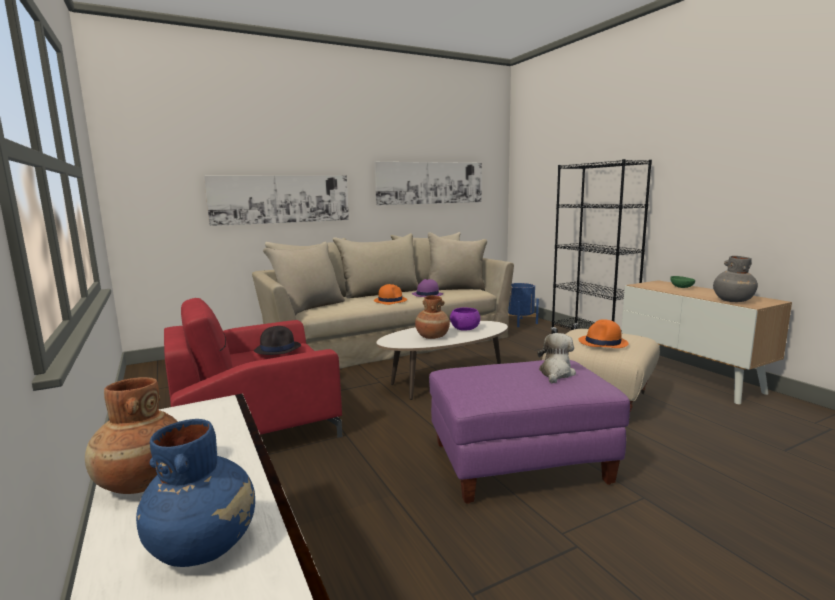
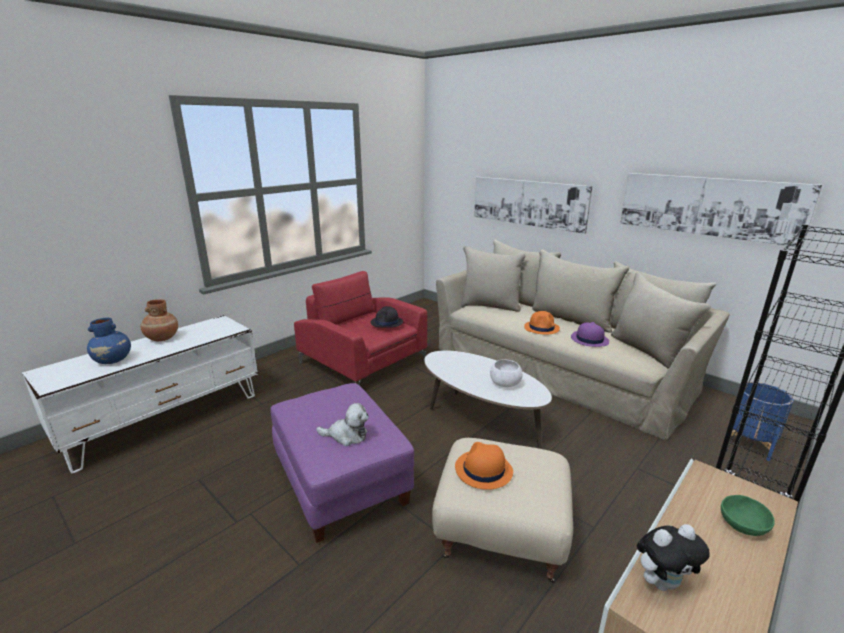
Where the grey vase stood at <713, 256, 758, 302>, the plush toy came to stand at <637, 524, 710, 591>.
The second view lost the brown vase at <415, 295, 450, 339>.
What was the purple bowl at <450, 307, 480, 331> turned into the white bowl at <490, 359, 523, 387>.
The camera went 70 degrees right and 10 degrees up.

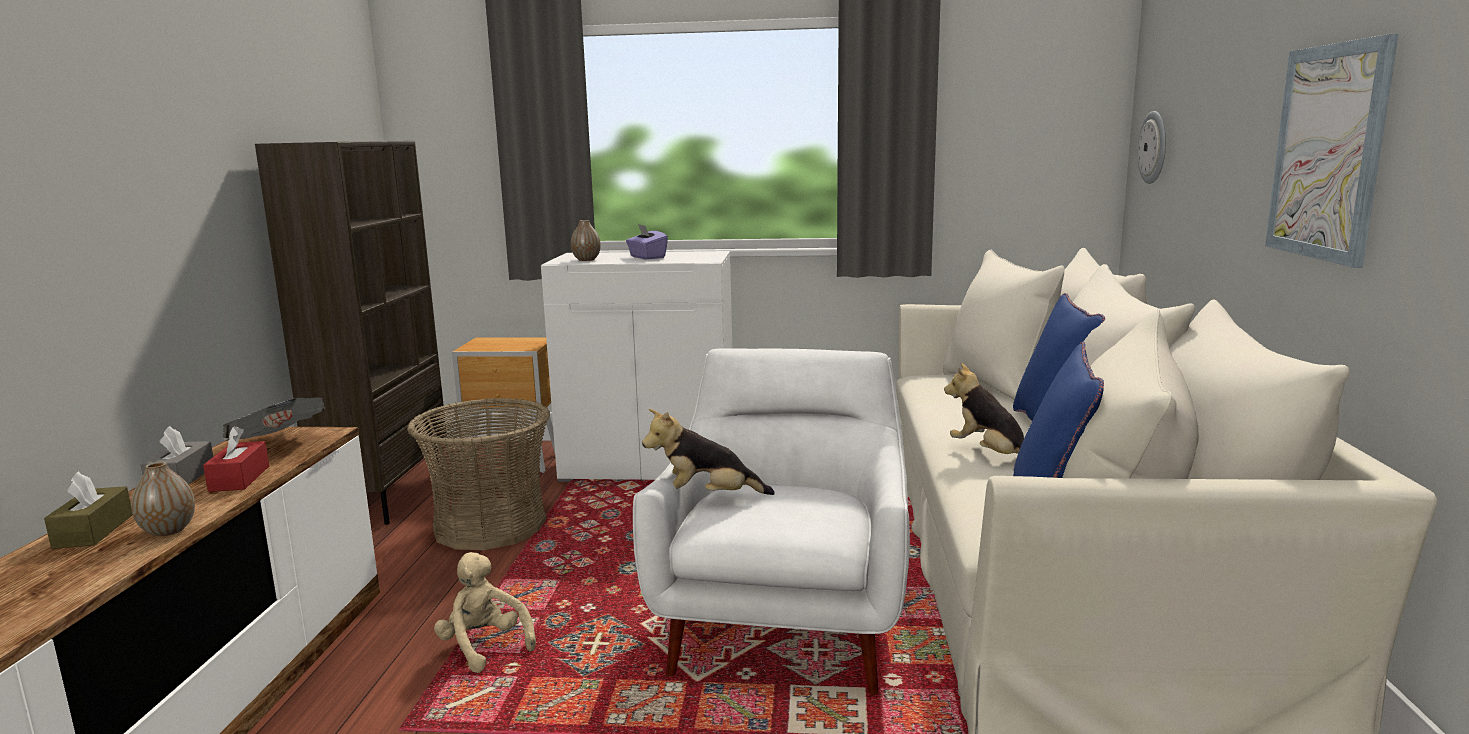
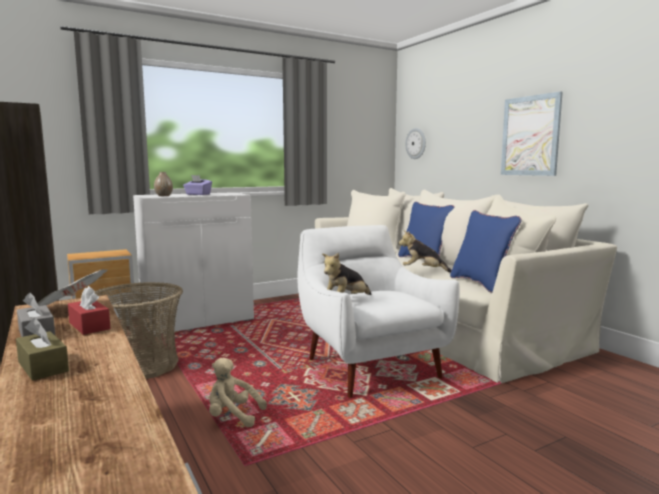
The second view lost the vase at <131, 462, 195, 536>.
The camera went 35 degrees left and 5 degrees down.

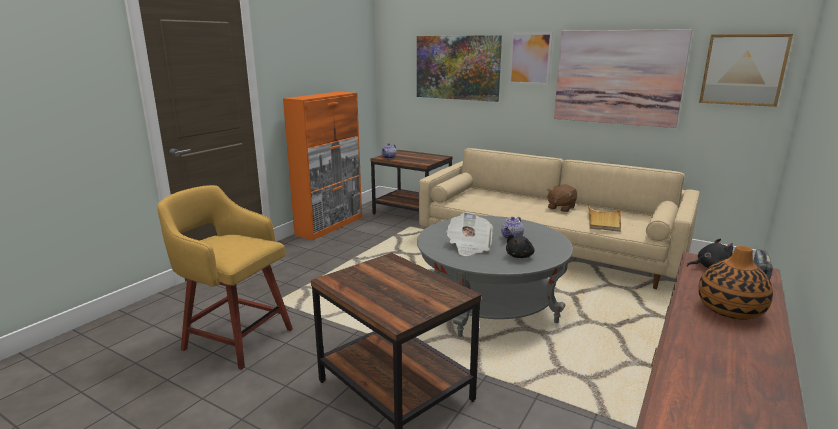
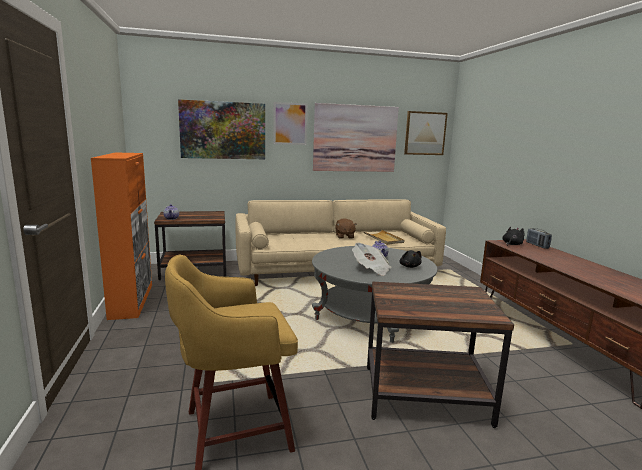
The second view lost the vase at <698, 246, 773, 320>.
The camera went 45 degrees left and 5 degrees down.

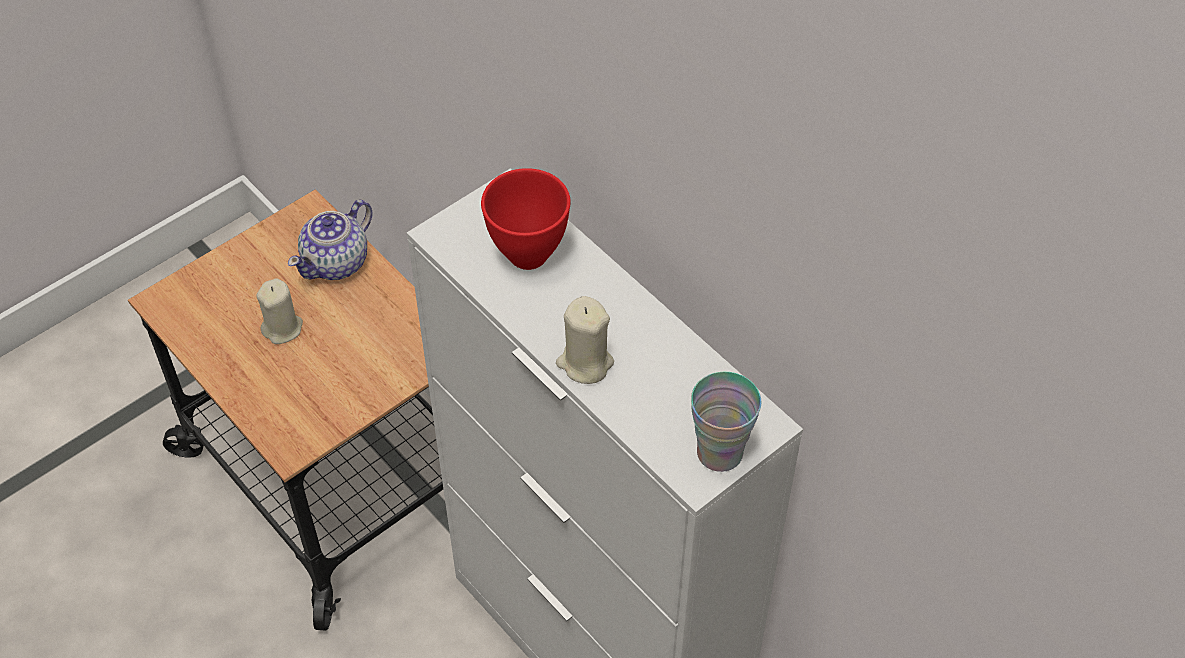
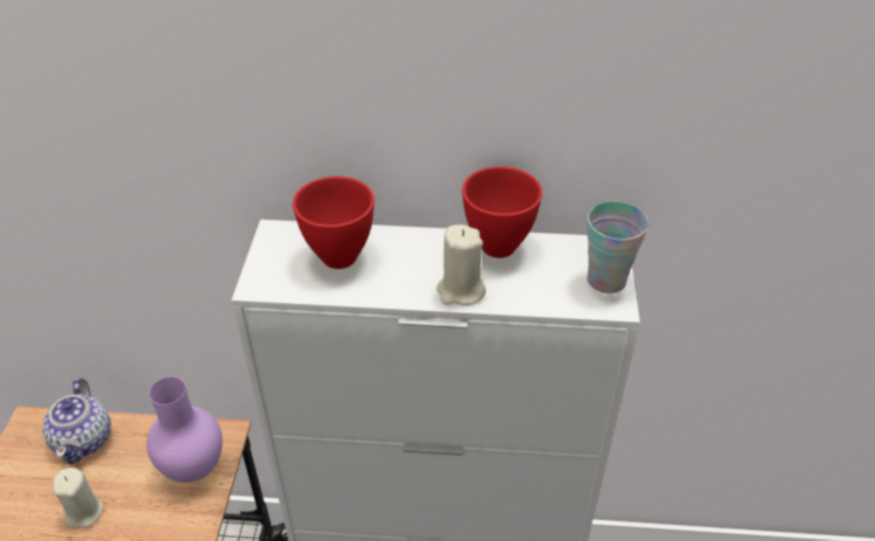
The second view gained the red bowl at <462, 166, 543, 258>.
The second view gained the purple vase at <147, 377, 223, 483>.
The camera went 45 degrees left and 10 degrees down.

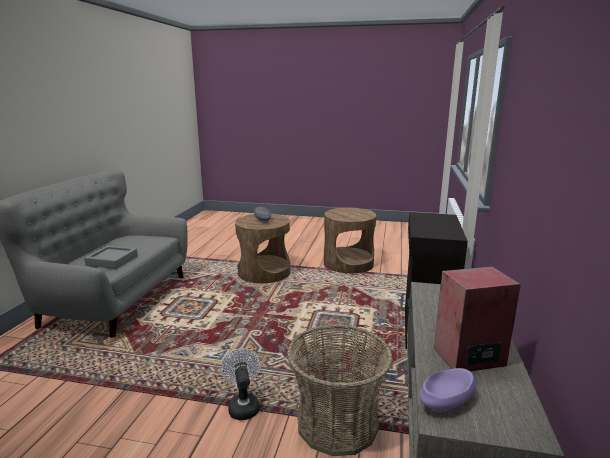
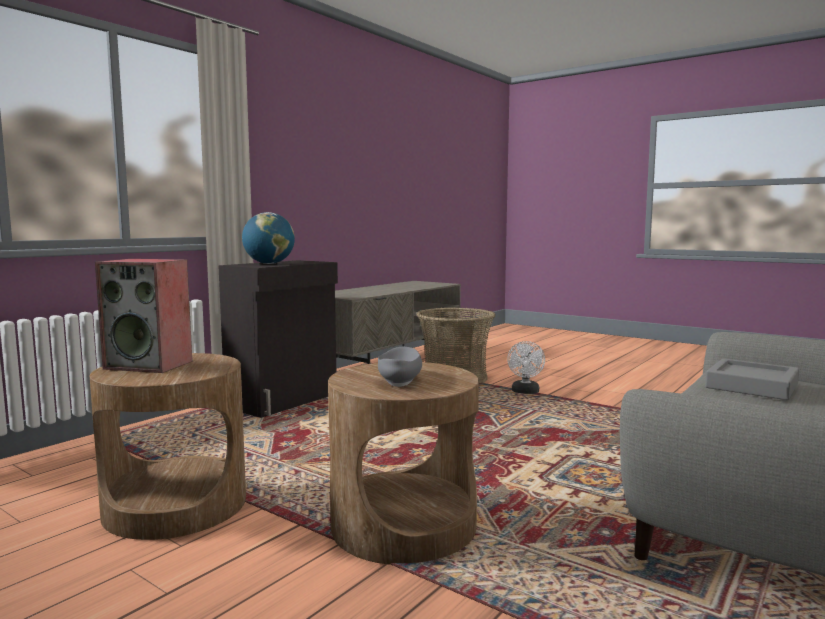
The speaker ended up elsewhere, having gone from <434, 266, 521, 371> to <95, 259, 192, 373>.
The second view lost the purple bowl at <419, 368, 476, 412>.
The second view gained the globe at <242, 212, 295, 264>.
The camera went 155 degrees left and 10 degrees down.

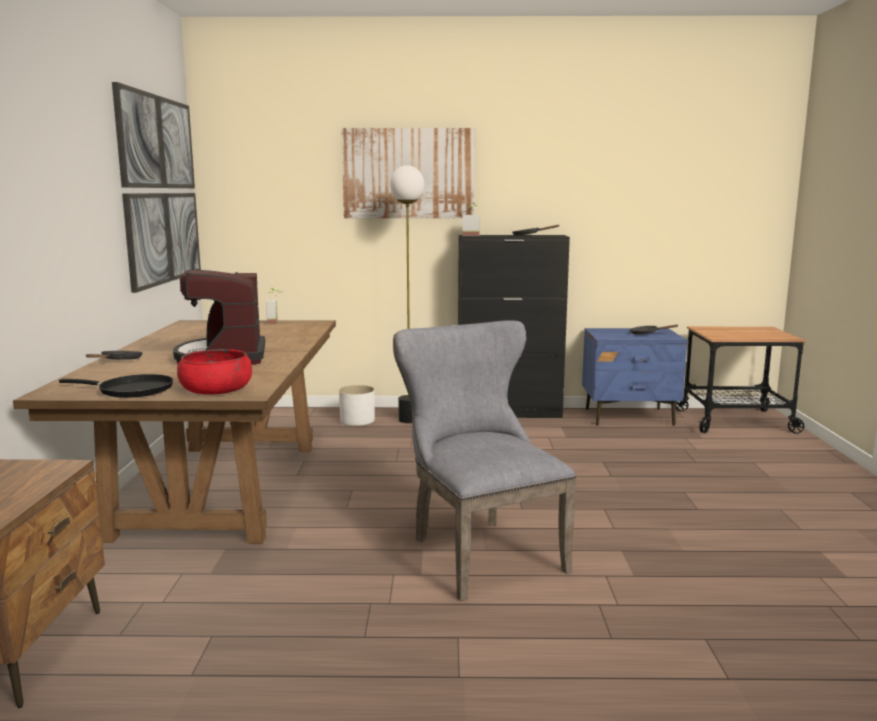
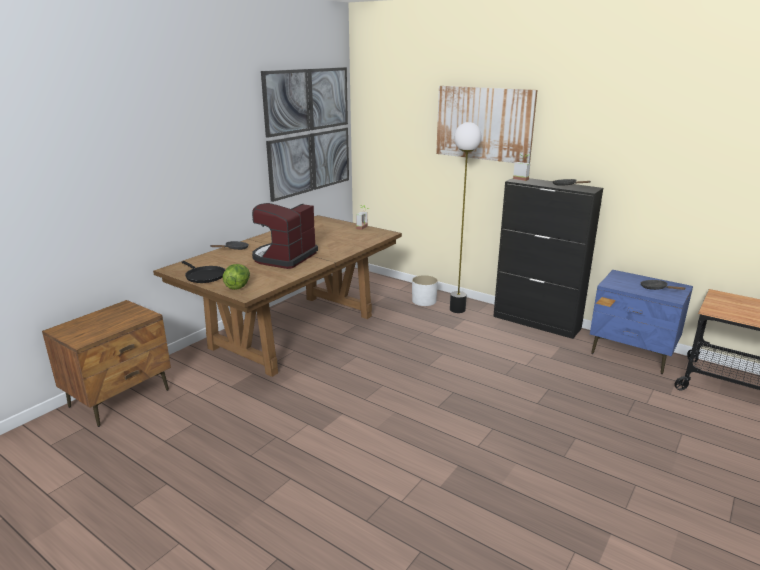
The second view lost the grey chair at <393, 320, 576, 601>.
Where the red bowl stood at <177, 349, 252, 395>, the lettuce came to stand at <223, 264, 250, 290>.
The camera went 35 degrees right and 10 degrees up.

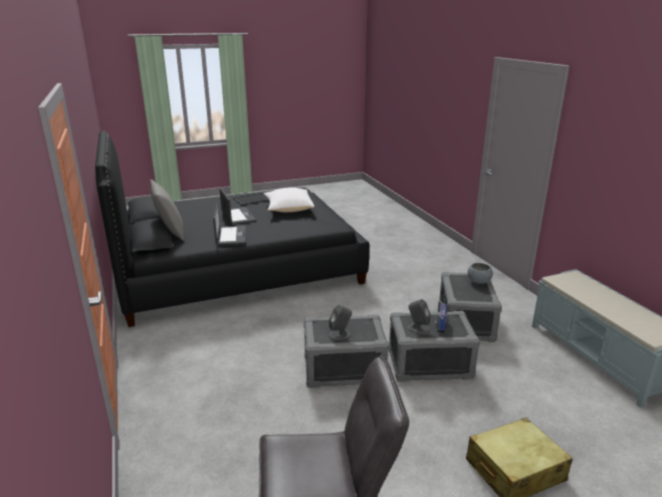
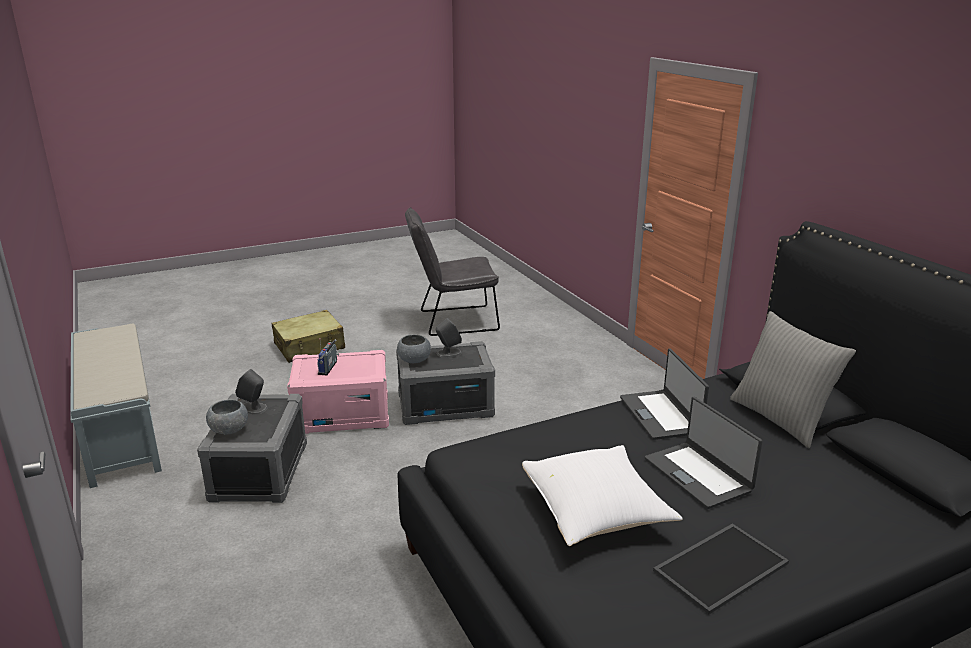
The grey speaker ended up elsewhere, having gone from <408, 299, 431, 334> to <235, 369, 268, 414>.
What was the grey storage box at <389, 311, 480, 382> turned into the pink storage box at <287, 350, 389, 434>.
The second view gained the grey bowl at <397, 334, 431, 363>.
The camera went 175 degrees right and 0 degrees up.

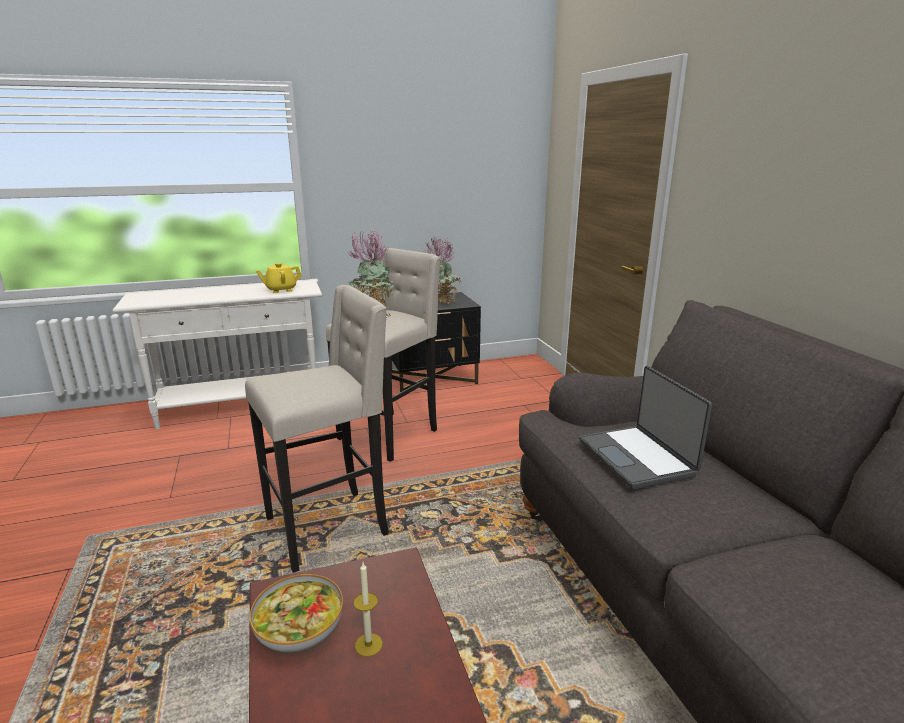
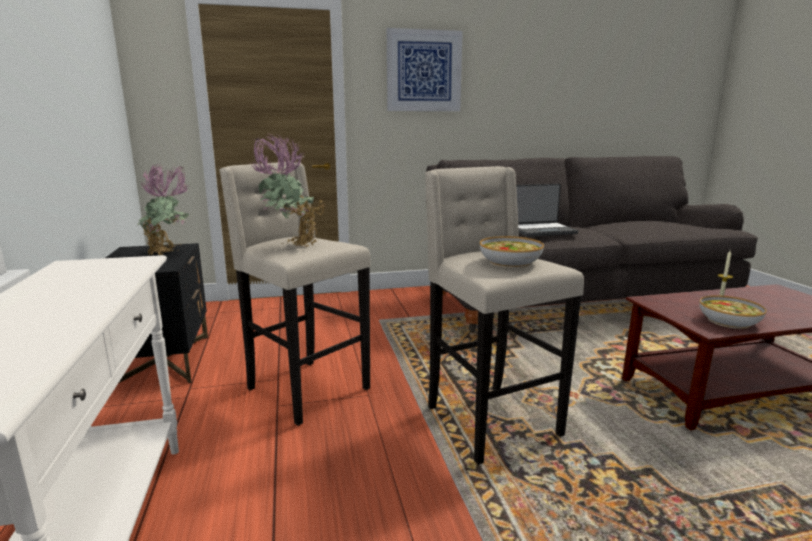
The second view lost the yellow teapot at <256, 263, 302, 293>.
The second view gained the picture at <387, 28, 463, 111>.
The second view gained the bowl at <480, 236, 544, 268>.
The camera went 85 degrees left and 5 degrees down.

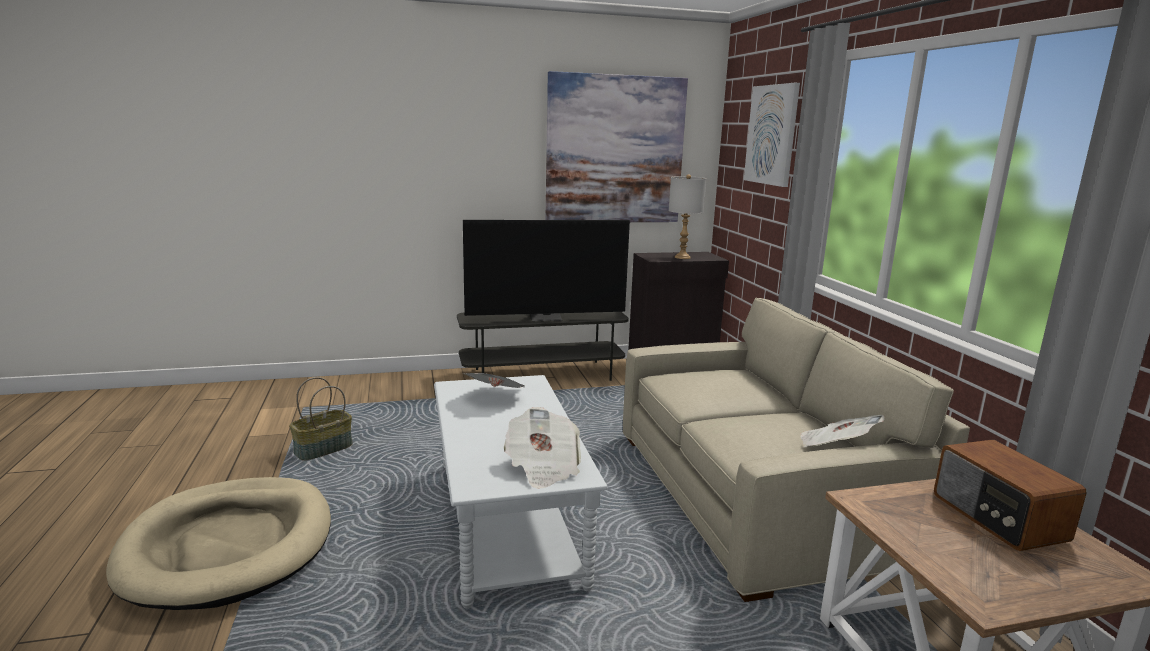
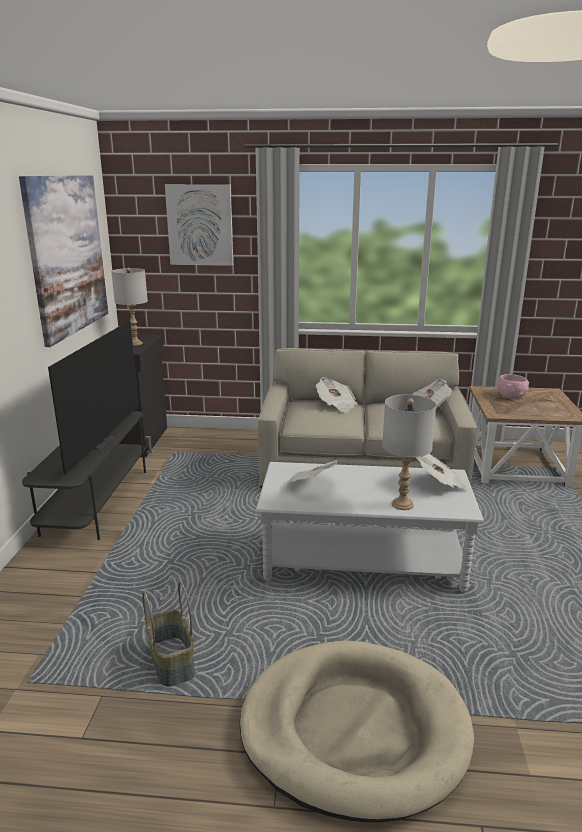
Where the radio stood at <934, 440, 1087, 551>, the pink bowl came to stand at <497, 374, 529, 398>.
The second view gained the newspaper at <316, 377, 358, 413>.
The second view gained the grey table lamp at <382, 394, 436, 510>.
The camera went 70 degrees left and 5 degrees up.

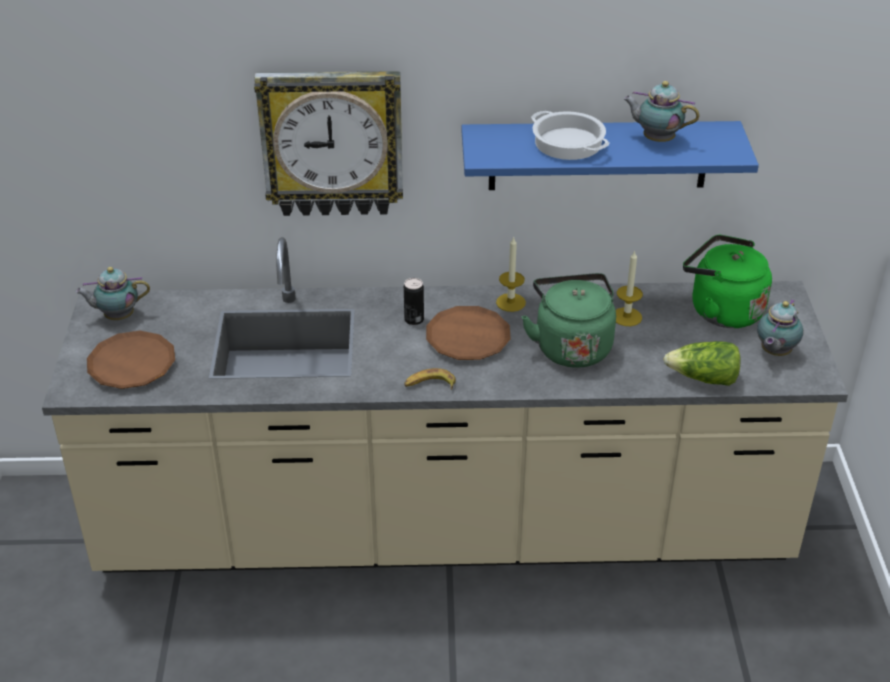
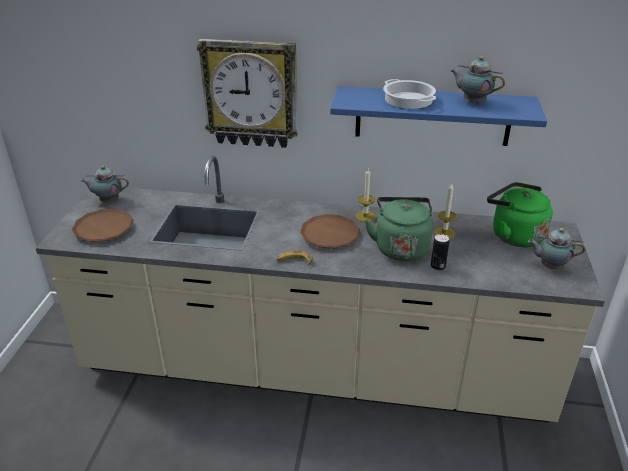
The can ended up elsewhere, having gone from <404, 278, 424, 325> to <431, 234, 449, 270>.
The teapot at <757, 299, 803, 356> ended up facing another way, 60 degrees clockwise from before.
The second view lost the lettuce at <663, 341, 741, 386>.
The camera went 10 degrees right and 5 degrees down.

